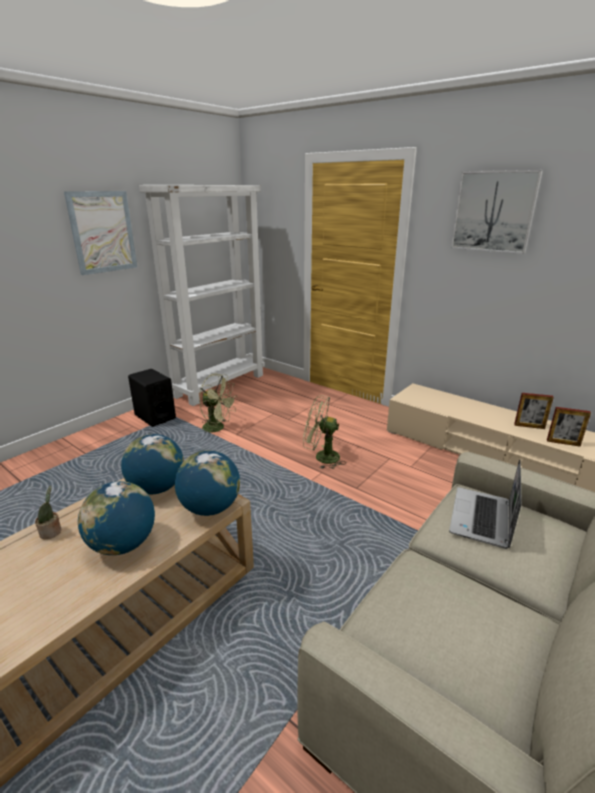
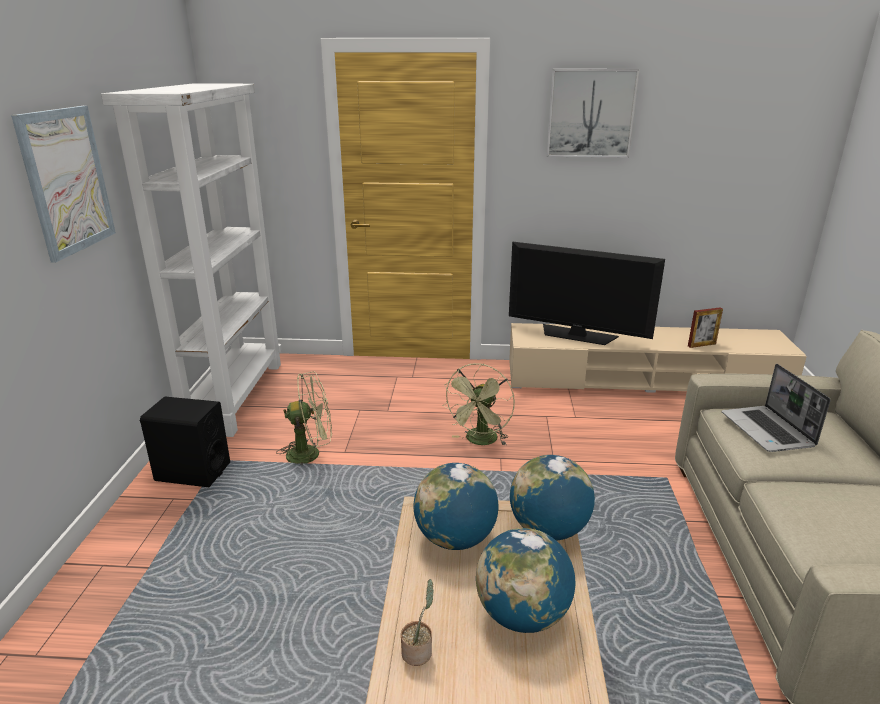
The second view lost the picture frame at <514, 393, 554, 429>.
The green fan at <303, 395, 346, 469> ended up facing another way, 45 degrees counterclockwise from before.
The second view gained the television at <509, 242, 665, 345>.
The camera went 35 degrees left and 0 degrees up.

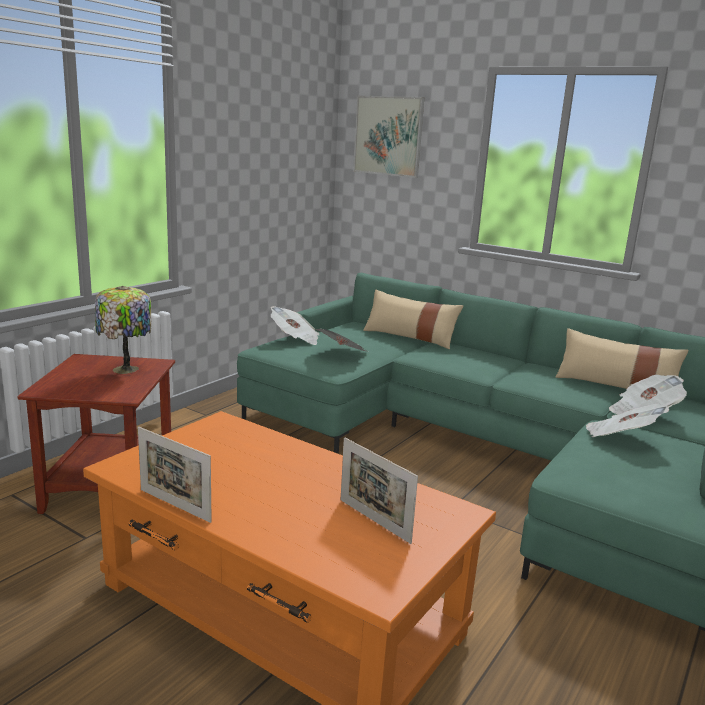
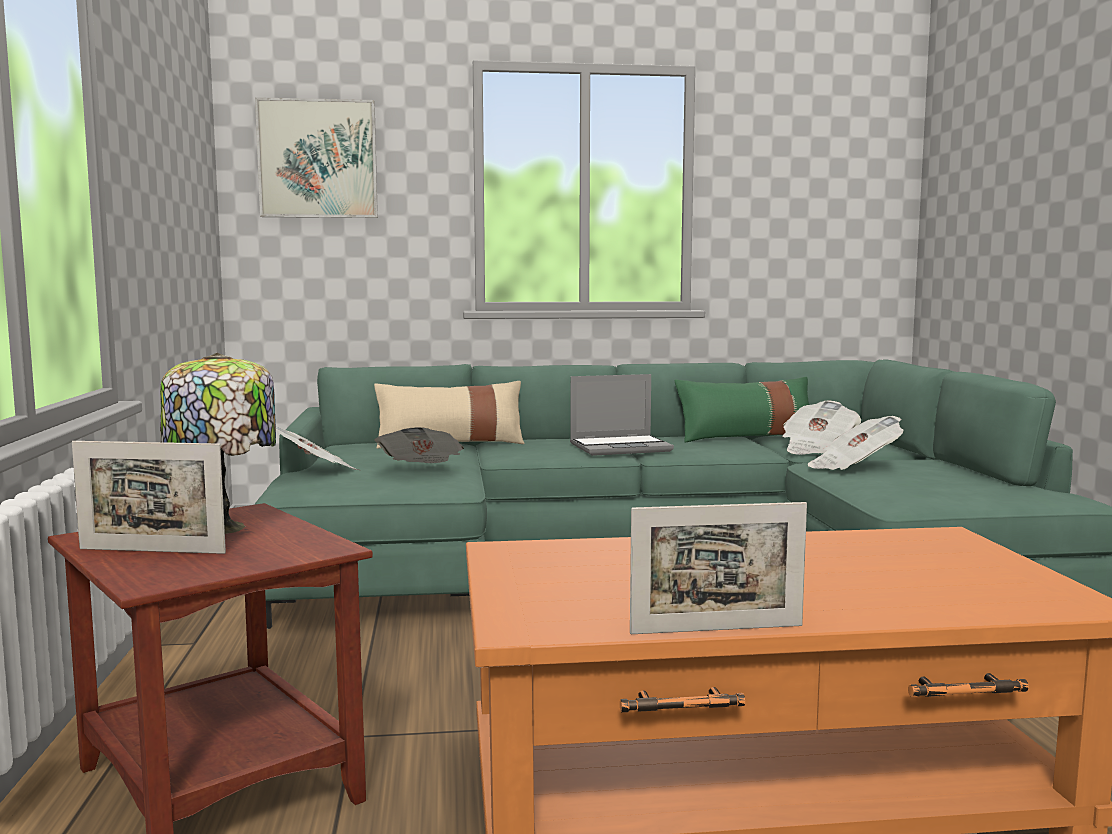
What was the beige pillow at <556, 328, 689, 389> turned into the green pillow at <674, 377, 809, 442>.
The picture frame ended up elsewhere, having gone from <340, 438, 418, 544> to <72, 441, 226, 554>.
The second view gained the laptop at <570, 374, 674, 456>.
The camera went 40 degrees left and 10 degrees down.

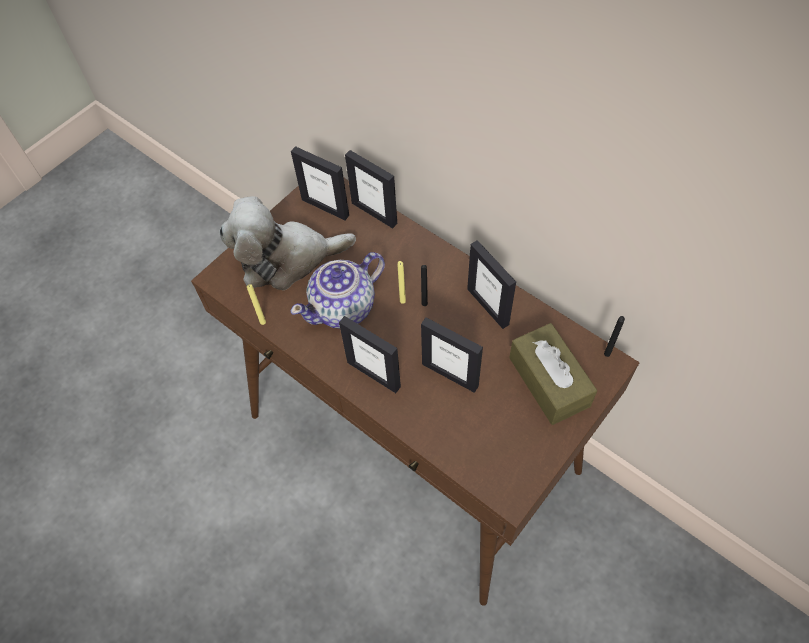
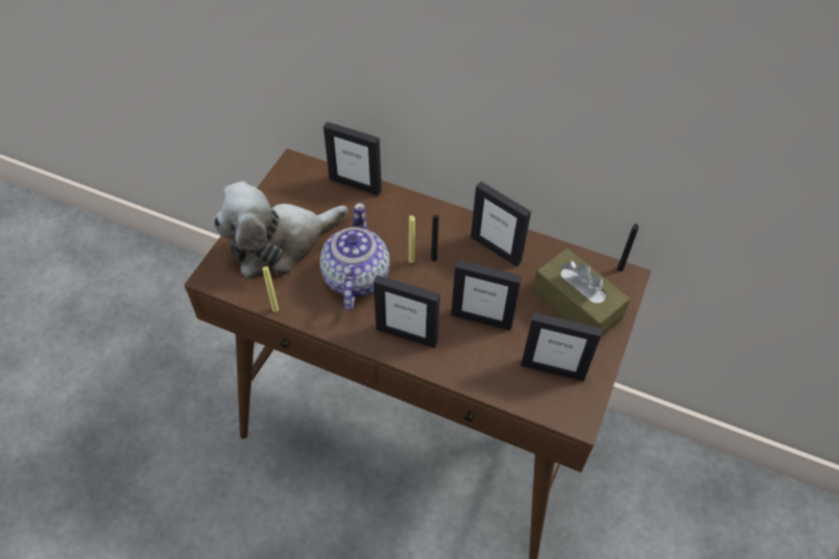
The picture frame ended up elsewhere, having gone from <291, 146, 349, 220> to <521, 312, 602, 381>.
The teapot at <291, 252, 385, 328> ended up facing another way, 150 degrees clockwise from before.
The camera went 20 degrees left and 5 degrees down.

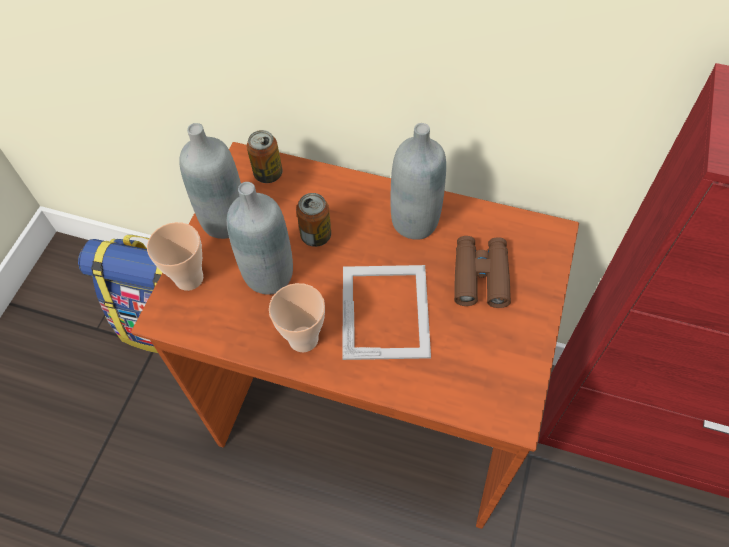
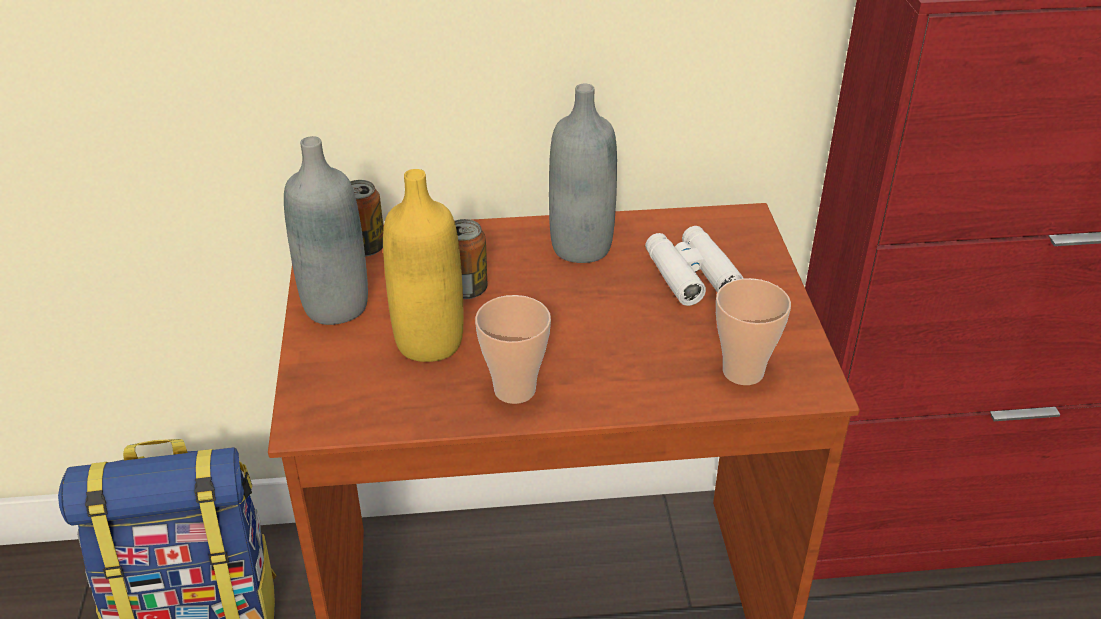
What was the grey bottle at <227, 182, 293, 295> turned into the yellow bottle at <383, 169, 463, 362>.
The cup ended up elsewhere, having gone from <147, 222, 203, 291> to <716, 278, 791, 385>.
What was the brown binoculars at <454, 236, 511, 308> turned into the white binoculars at <645, 226, 744, 306>.
The second view lost the picture frame at <342, 265, 431, 360>.
The camera went 25 degrees left and 20 degrees down.

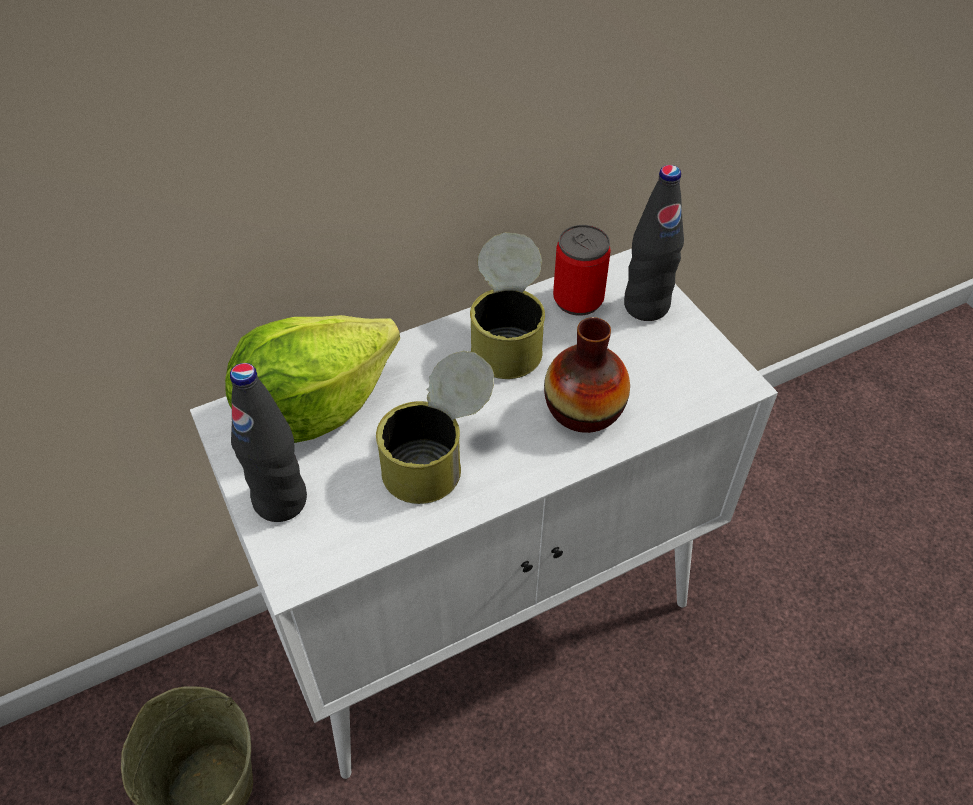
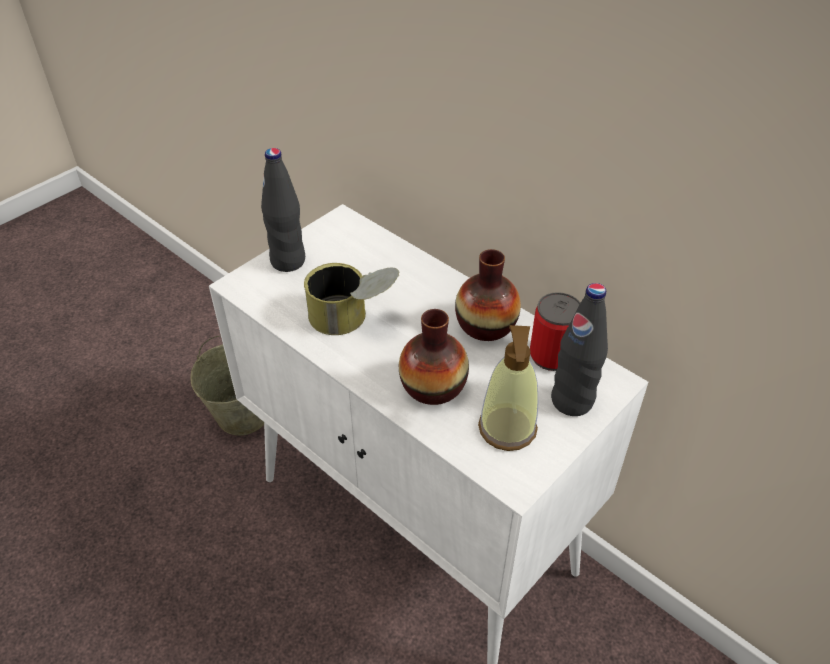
Where the can stood at <470, 232, 545, 379>, the vase came to stand at <455, 249, 521, 341>.
The second view lost the lettuce at <225, 315, 400, 443>.
The second view gained the soap dispenser at <478, 325, 538, 451>.
The camera went 70 degrees right and 5 degrees down.

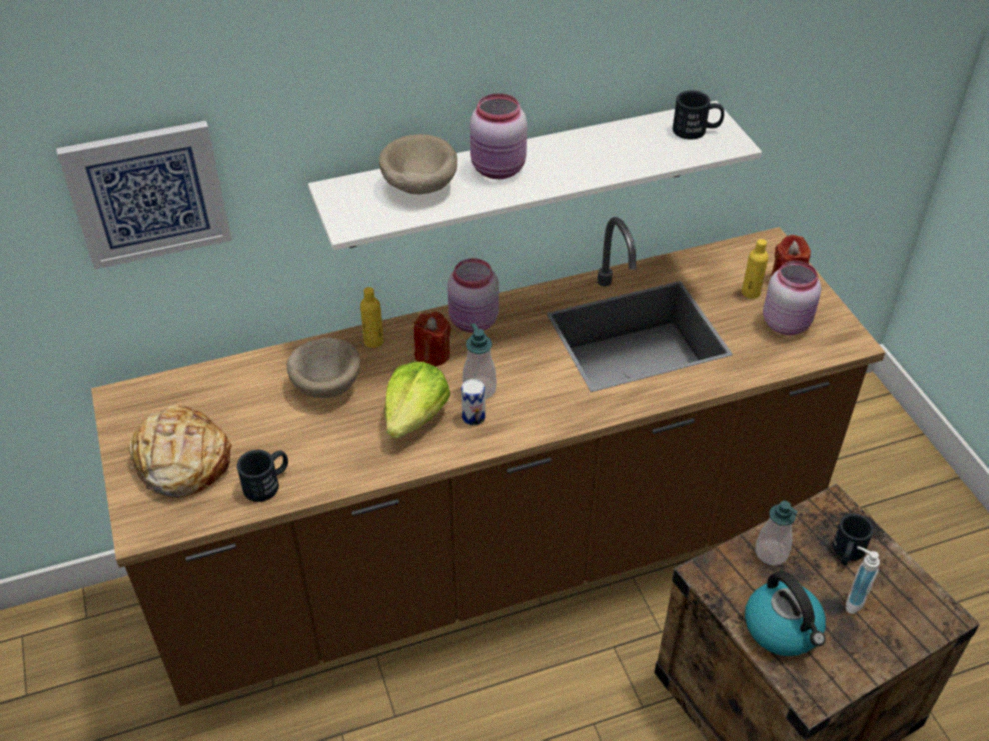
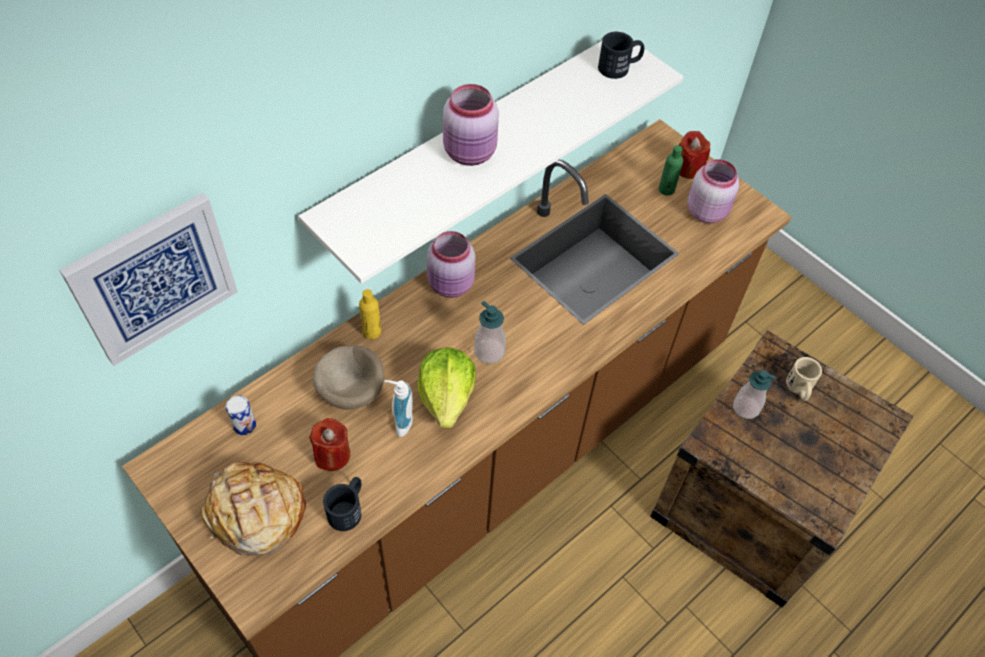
The second view lost the beige bowl at <379, 134, 457, 194>.
What was the yellow bottle at <742, 239, 768, 299> turned into the green bottle at <659, 145, 683, 196>.
The red candle ended up elsewhere, having gone from <414, 312, 451, 366> to <309, 418, 350, 471>.
The can ended up elsewhere, having gone from <461, 379, 485, 425> to <226, 395, 256, 435>.
What was the black mug at <832, 513, 874, 565> turned into the beige mug at <786, 357, 822, 401>.
The soap dispenser ended up elsewhere, having gone from <846, 546, 880, 614> to <384, 380, 413, 437>.
The second view lost the kettle at <745, 571, 826, 656>.
The camera went 25 degrees left and 10 degrees up.

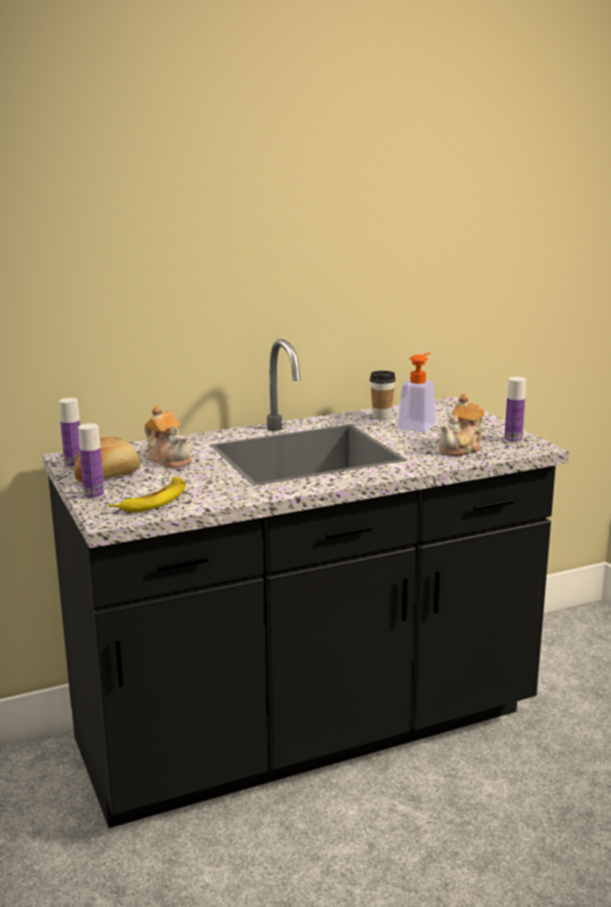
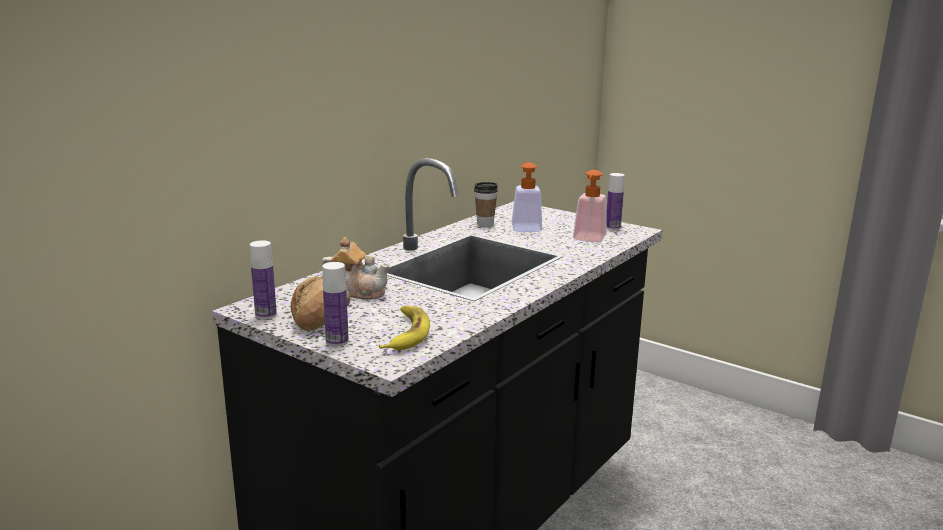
Where the teapot stood at <439, 394, 485, 456>, the soap dispenser came to stand at <573, 170, 607, 243>.
The camera went 30 degrees left and 0 degrees up.

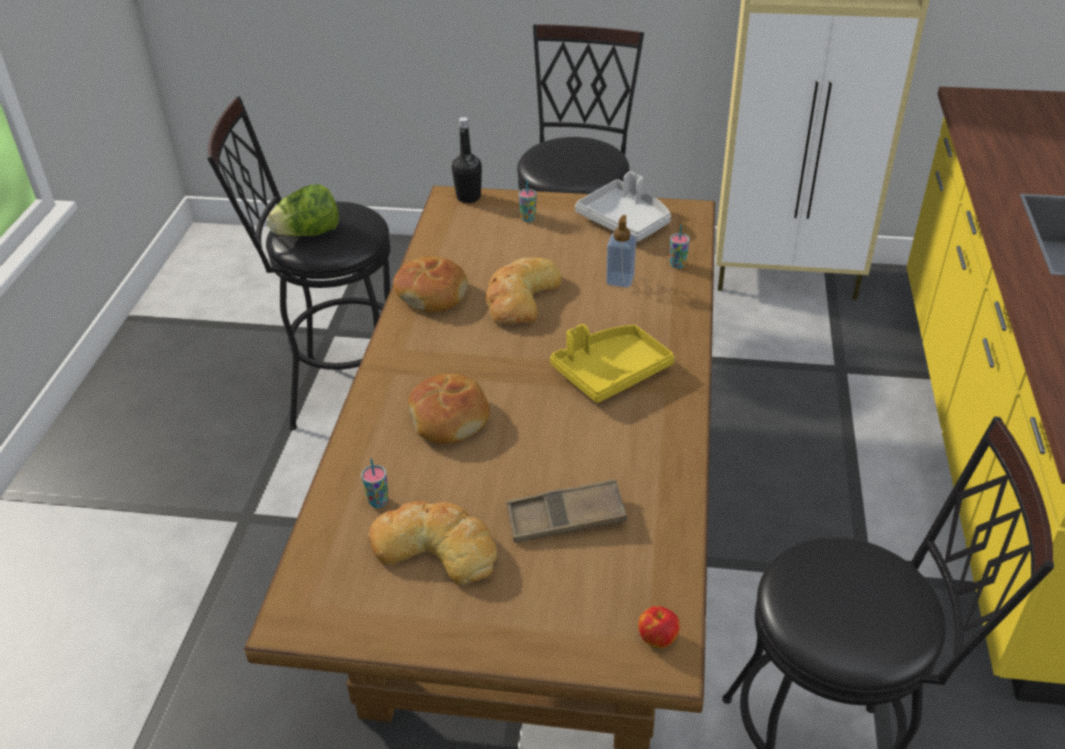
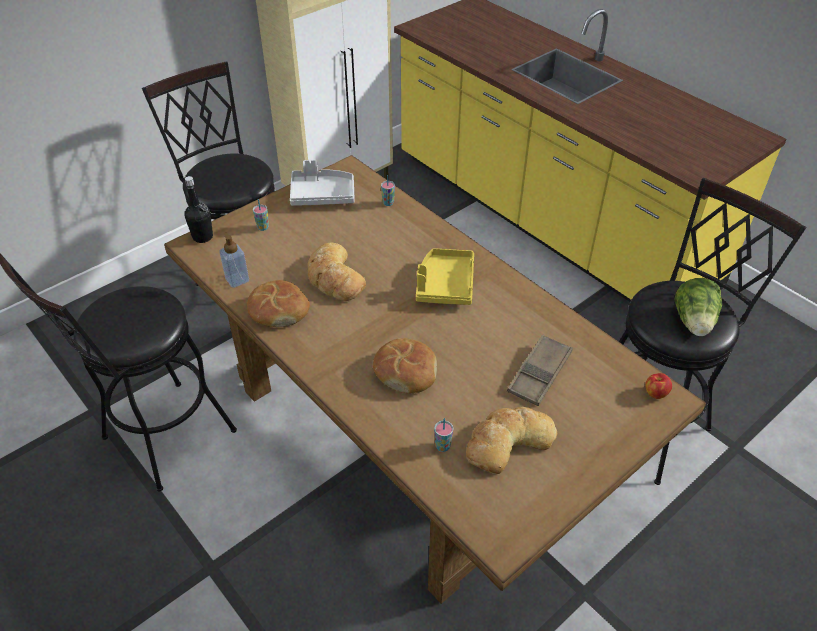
The lettuce ended up elsewhere, having gone from <267, 184, 339, 236> to <675, 278, 722, 336>.
The soap dispenser ended up elsewhere, having gone from <606, 215, 636, 288> to <219, 233, 249, 288>.
The camera went 50 degrees left and 5 degrees up.

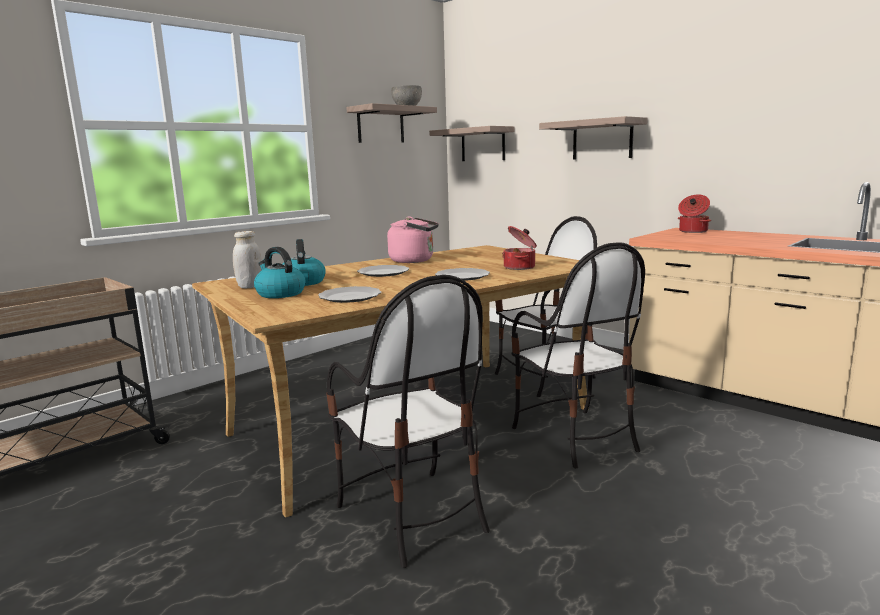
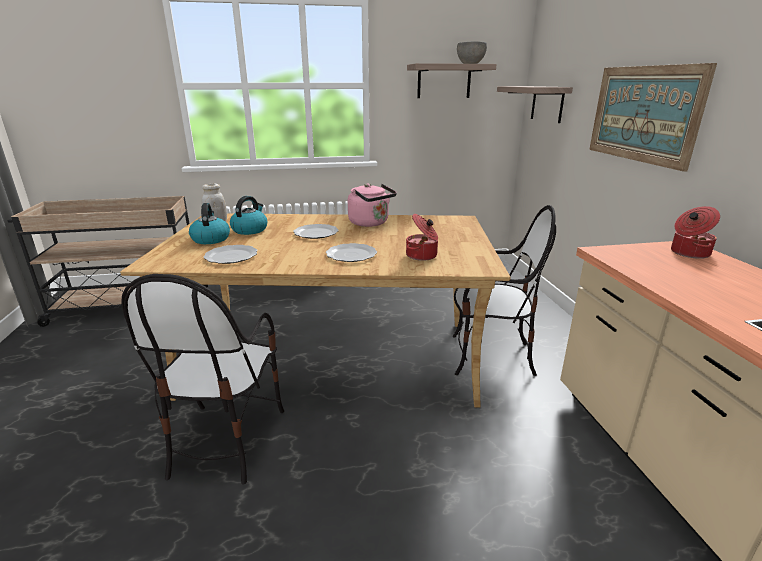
Where the shelf hung at <539, 116, 648, 160>, the picture came to hang at <589, 63, 717, 172>.
The second view lost the chair at <511, 242, 645, 468>.
The camera went 35 degrees right and 10 degrees up.

